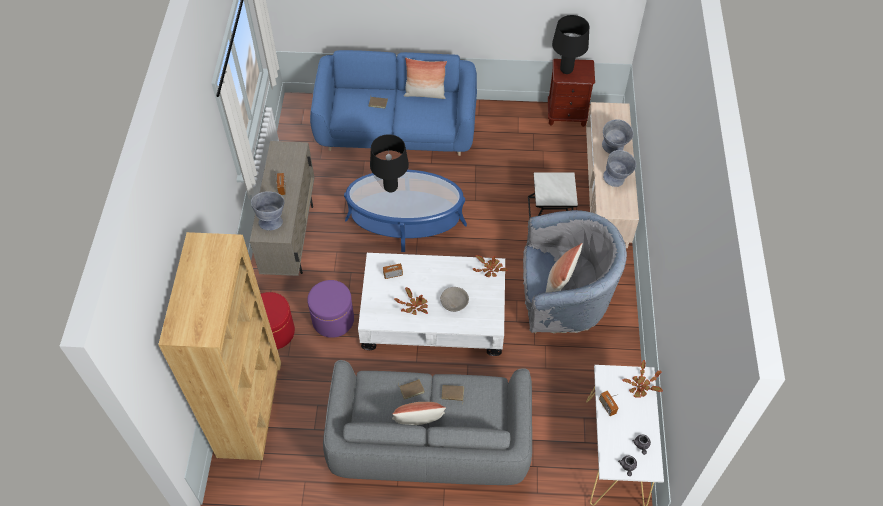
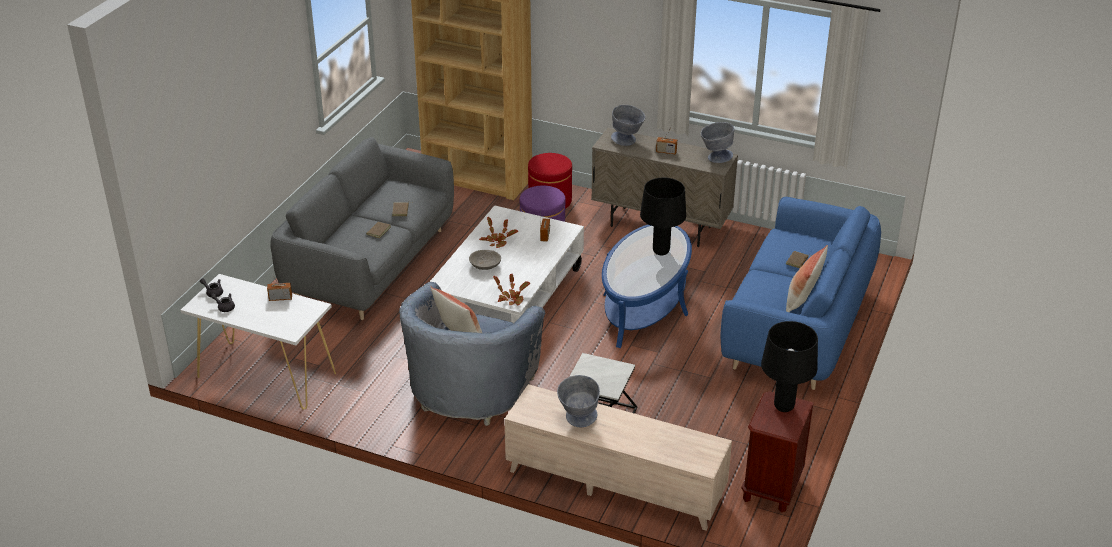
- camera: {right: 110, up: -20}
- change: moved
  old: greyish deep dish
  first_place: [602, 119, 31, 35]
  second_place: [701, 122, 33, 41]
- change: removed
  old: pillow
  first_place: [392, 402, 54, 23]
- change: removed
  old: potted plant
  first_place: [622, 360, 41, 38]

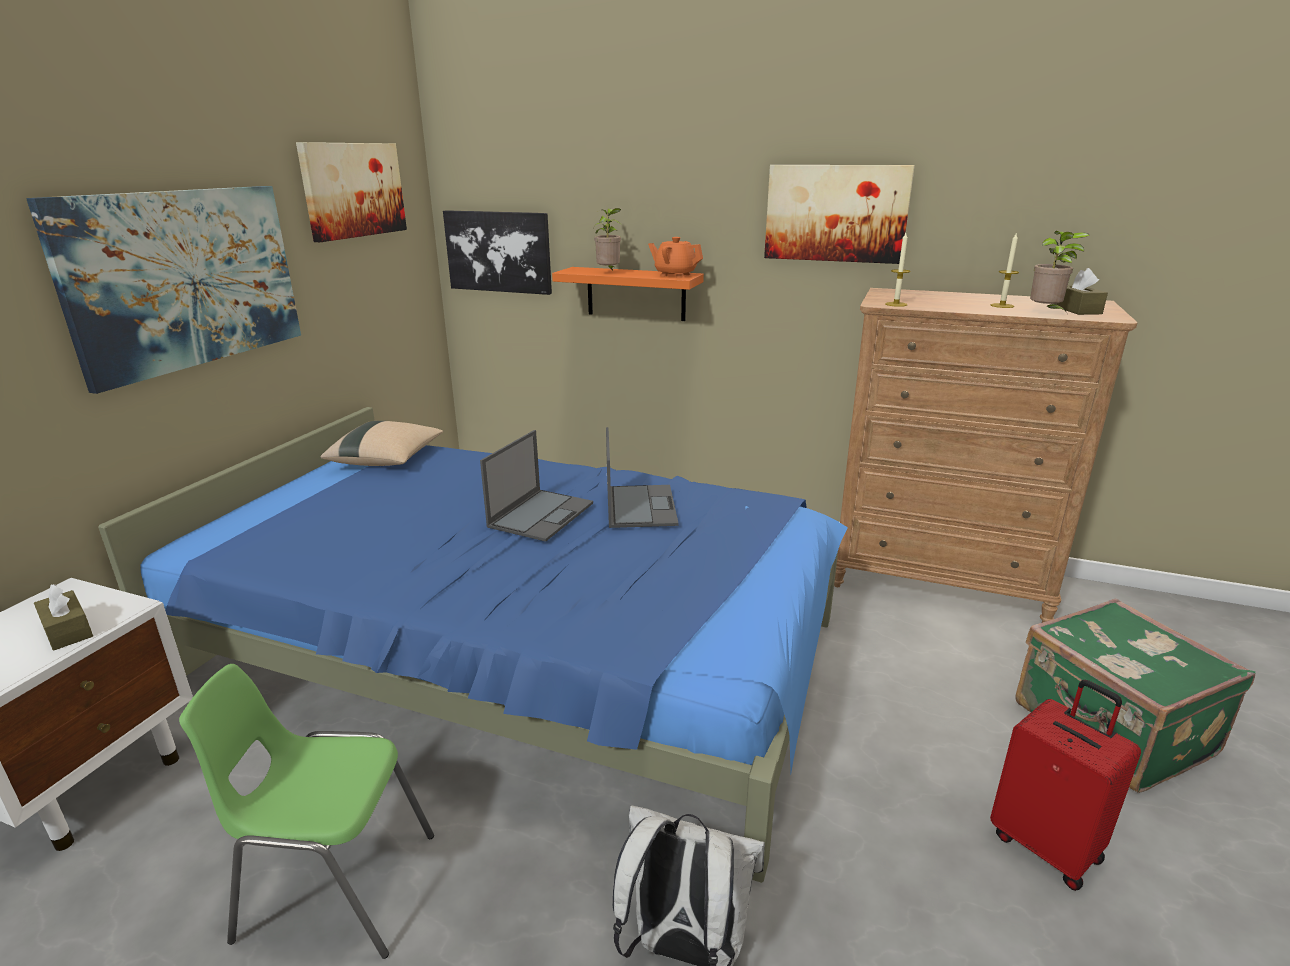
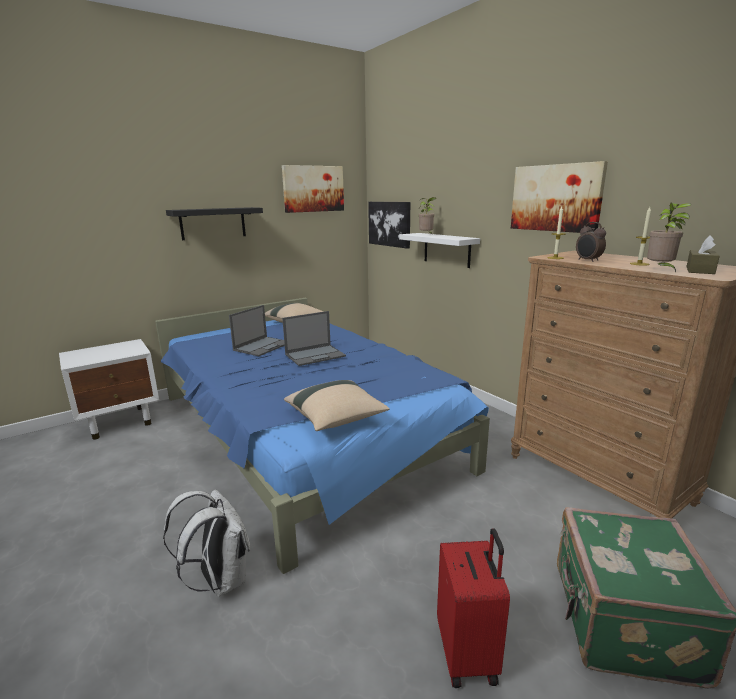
- camera: {right: 35, up: -5}
- change: replaced
  old: wall picture
  new: black wall shelf
  first_place: [26, 186, 275, 208]
  second_place: [166, 207, 97, 33]
- change: moved
  old: laptop
  first_place: [606, 427, 73, 101]
  second_place: [229, 305, 56, 51]
- change: added
  new: beige-coloured pillow
  second_place: [284, 380, 106, 51]
- change: recoloured
  old: orangey wall shelf
  new: white wall shelf
  first_place: [552, 267, 152, 54]
  second_place: [399, 233, 81, 35]
- change: added
  new: table clock
  second_place: [576, 222, 30, 40]
- change: removed
  old: brownish tissue box
  first_place: [34, 584, 59, 66]
- change: removed
  old: green chair
  first_place: [179, 664, 255, 295]
- change: removed
  old: orangey teapot
  first_place: [648, 237, 55, 41]

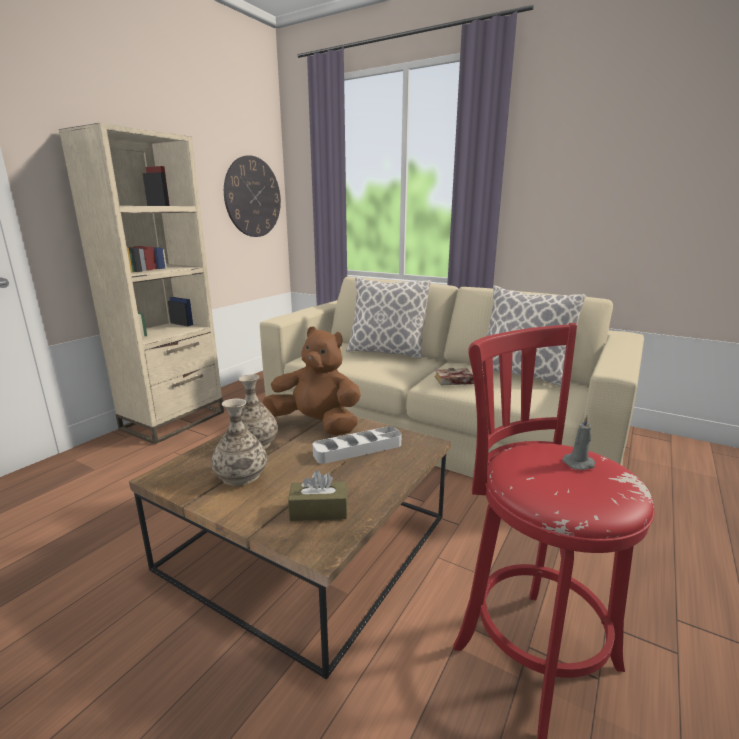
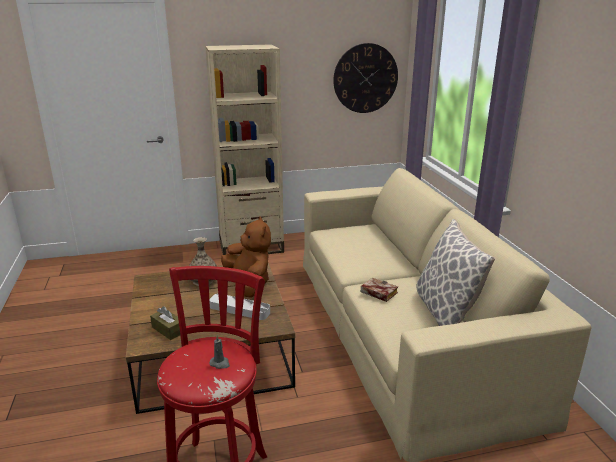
- camera: {right: 45, up: 5}
- change: removed
  old: vase
  first_place: [212, 398, 55, 88]
- change: removed
  old: pillow
  first_place: [346, 277, 85, 82]

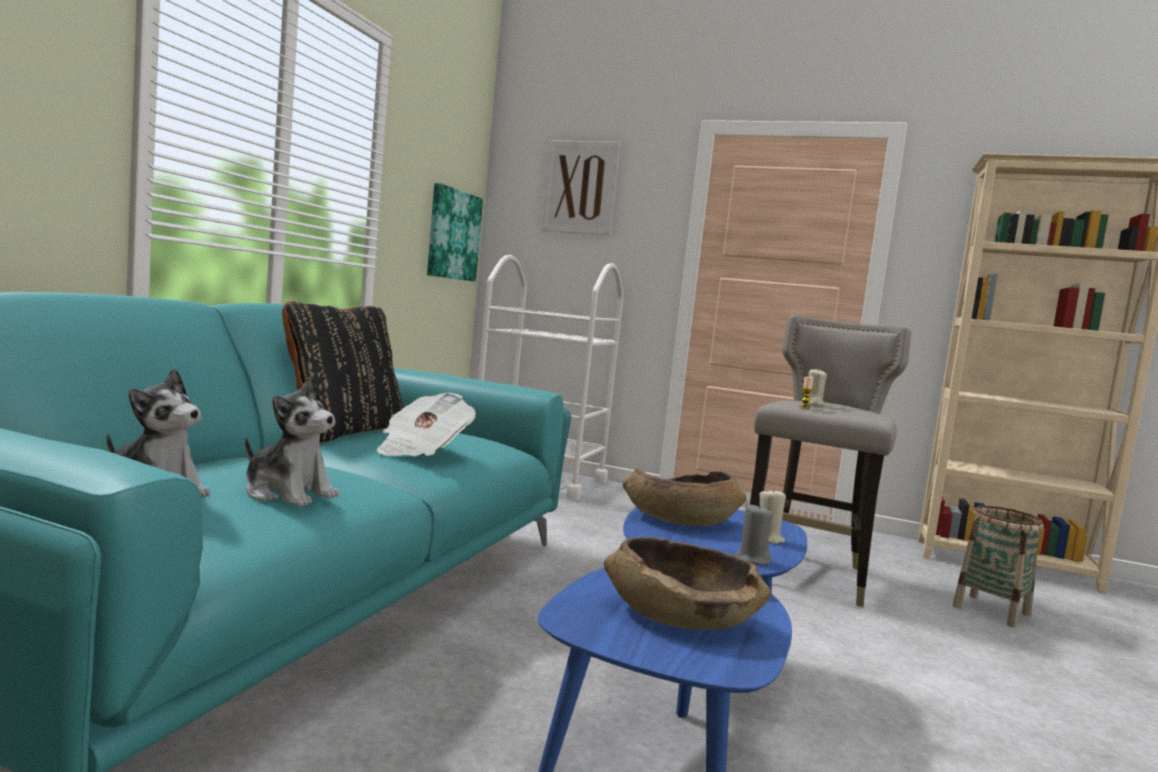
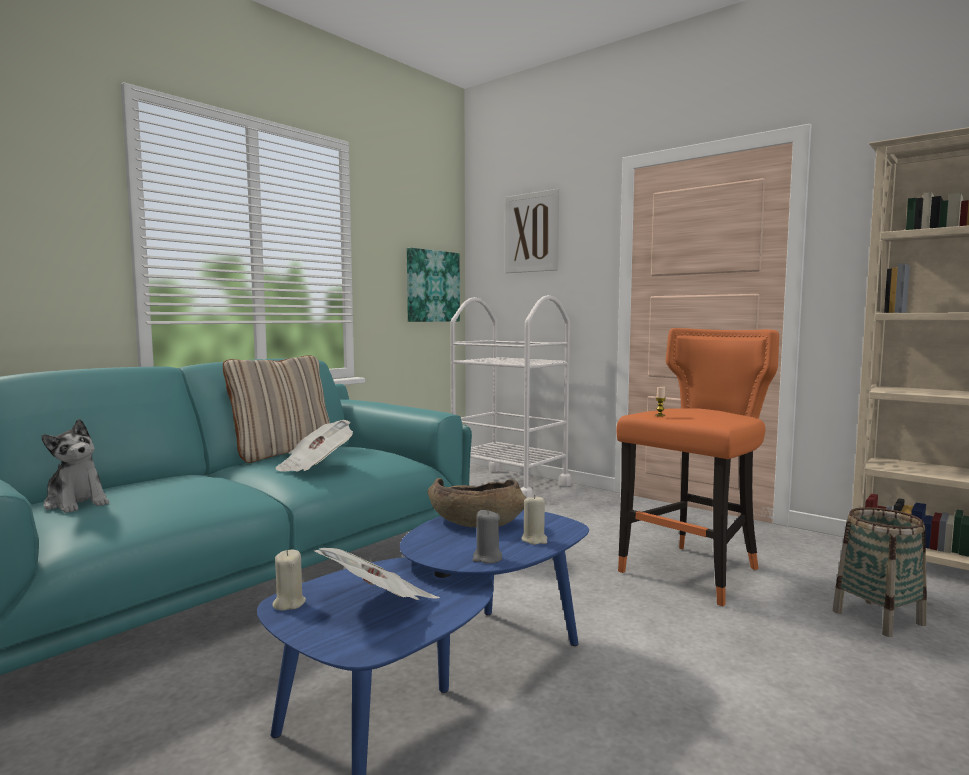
- camera: {right: 20, up: 0}
- change: recoloured
  old: black pillow
  new: beige-coloured pillow
  first_place: [282, 301, 121, 142]
  second_place: [223, 355, 107, 108]
- change: moved
  old: beige-coloured candle
  first_place: [801, 368, 26, 38]
  second_place: [272, 550, 34, 61]
- change: replaced
  old: brownish deep dish
  new: printed paper
  first_place: [604, 537, 167, 93]
  second_place: [313, 548, 127, 52]
- change: recoloured
  old: greyish stool
  new: orangey stool
  first_place: [750, 315, 161, 292]
  second_place: [616, 328, 163, 278]
- change: removed
  old: soft toy
  first_place: [245, 377, 94, 130]

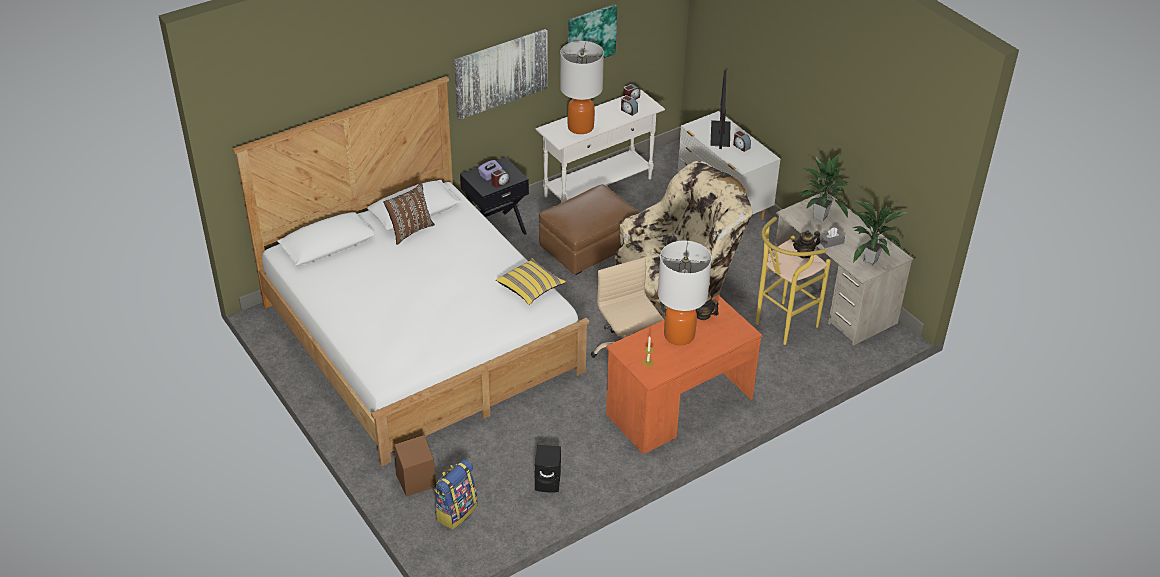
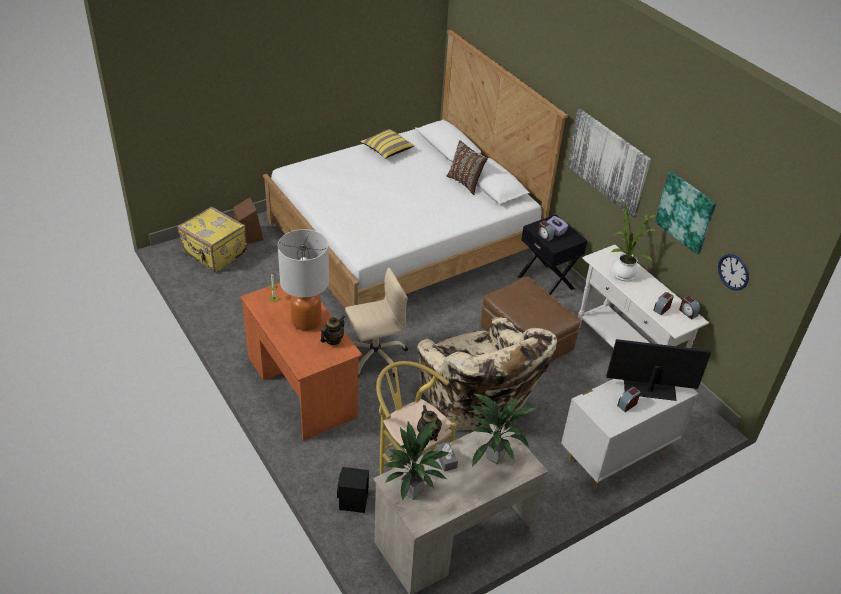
- camera: {right: 90, up: 0}
- change: replaced
  old: knapsack
  new: yellow piece of luggage
  first_place: [434, 459, 44, 71]
  second_place: [177, 206, 71, 66]
- change: moved
  old: black audio speaker
  first_place: [534, 445, 27, 47]
  second_place: [337, 467, 32, 46]
- change: moved
  old: yellow pillow
  first_place: [496, 258, 70, 47]
  second_place: [360, 129, 55, 30]
- change: replaced
  old: table lamp
  new: potted plant
  first_place: [560, 41, 44, 93]
  second_place: [611, 197, 46, 84]
- change: added
  new: clock on the wall
  second_place: [718, 254, 31, 37]

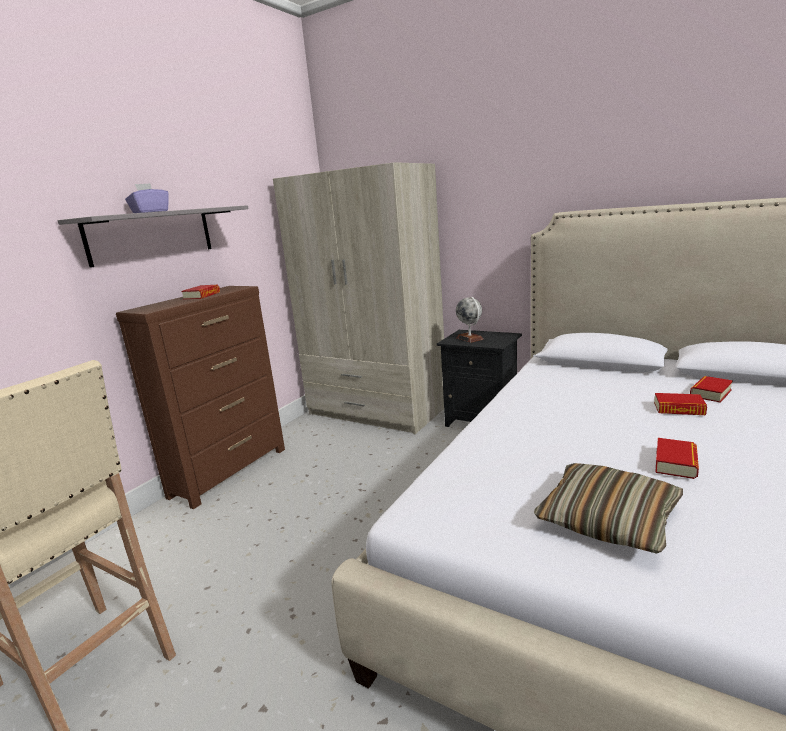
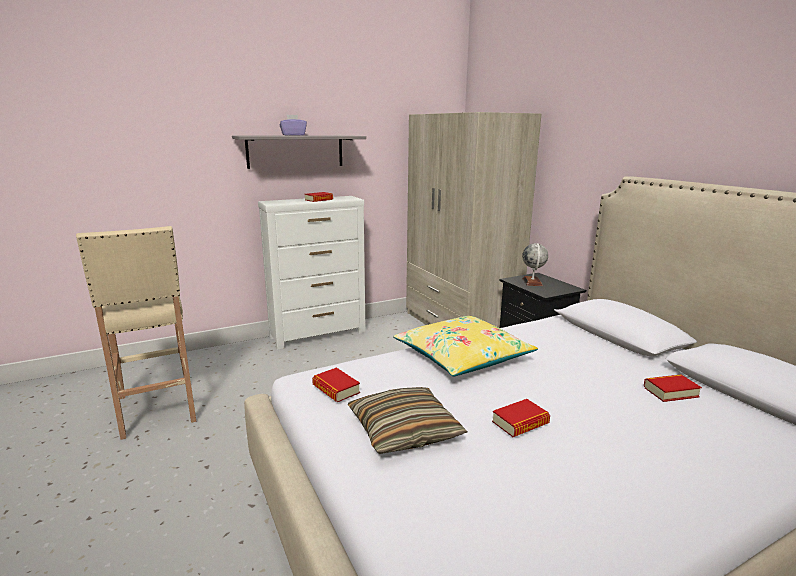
- camera: {right: 30, up: 0}
- change: recoloured
  old: brownish chest of drawers
  new: white chest of drawers
  first_place: [116, 286, 169, 223]
  second_place: [258, 196, 108, 154]
- change: moved
  old: volume
  first_place: [654, 393, 53, 22]
  second_place: [312, 367, 48, 35]
- change: added
  new: yellow pillow
  second_place: [393, 316, 145, 60]

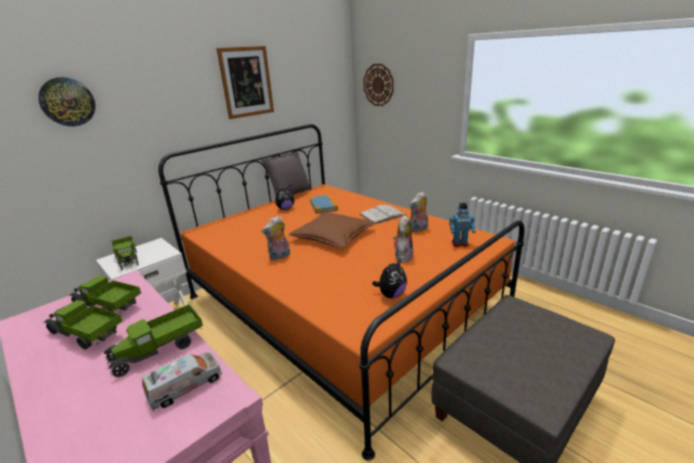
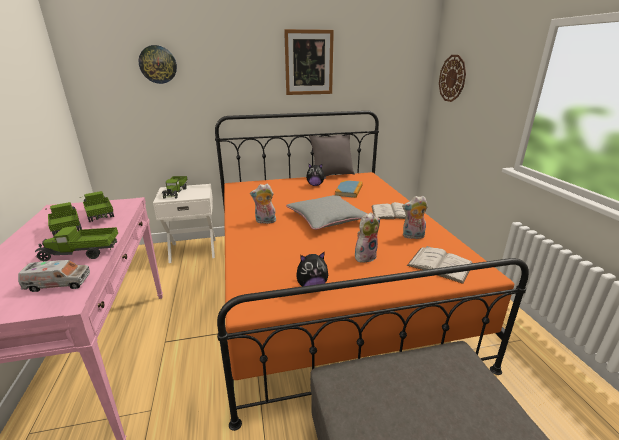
- camera: {right: 30, up: 0}
- change: recoloured
  old: brownish pillow
  new: greyish pillow
  first_place: [289, 212, 87, 36]
  second_place: [286, 195, 81, 35]
- change: replaced
  old: model robot
  new: white volume
  first_place: [449, 203, 27, 44]
  second_place: [407, 246, 65, 38]

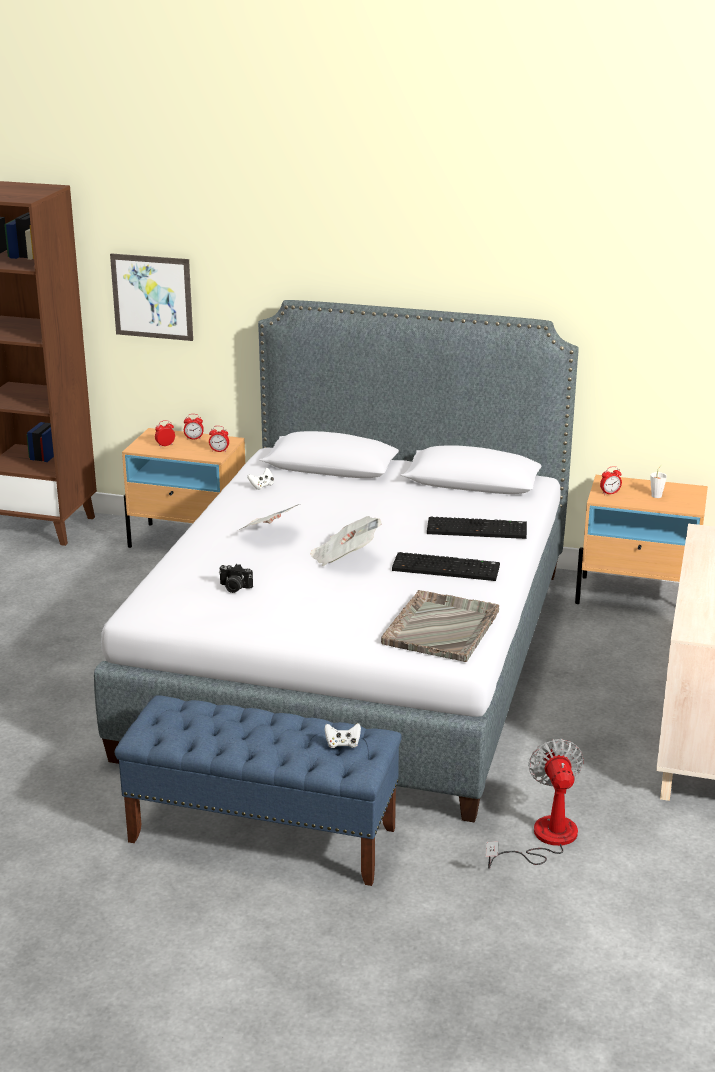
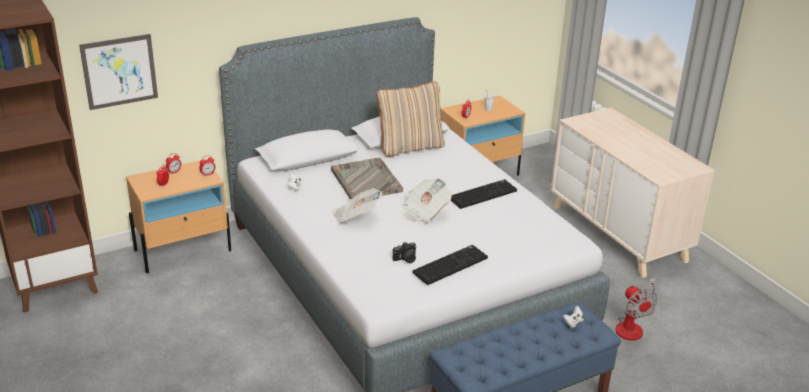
- camera: {right: -45, up: 5}
- change: moved
  old: greyish carrying tray
  first_place: [381, 590, 118, 72]
  second_place: [331, 157, 72, 42]
- change: added
  new: beige-coloured pillow
  second_place: [377, 81, 68, 76]
- change: moved
  old: computer keyboard
  first_place: [427, 517, 100, 22]
  second_place: [412, 245, 76, 40]
- change: turned
  old: electric fan
  first_place: [486, 739, 98, 130]
  second_place: [615, 278, 42, 63]
  degrees: -150

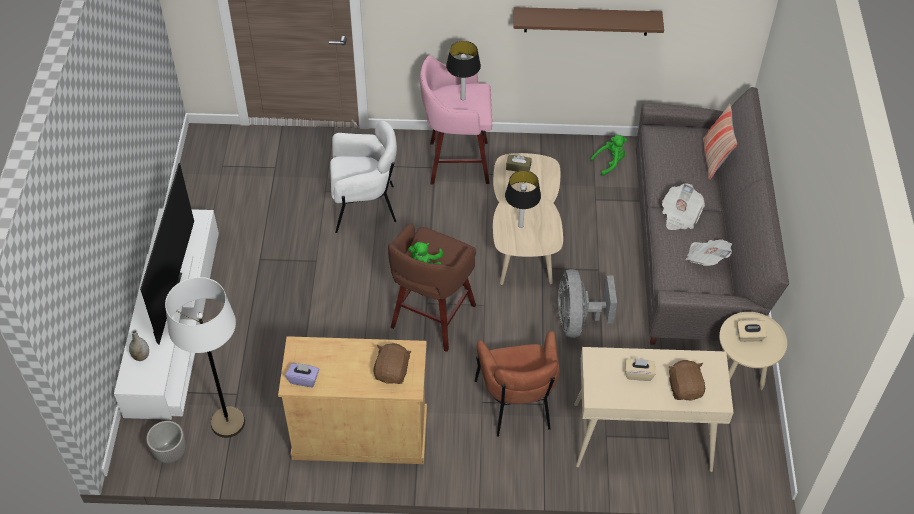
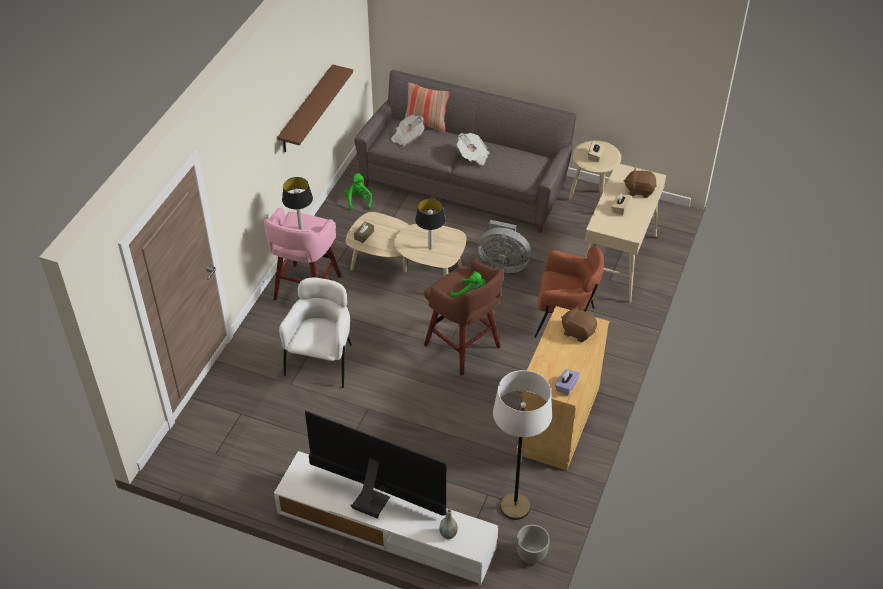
- camera: {right: -70, up: -5}
- change: moved
  old: printed paper
  first_place: [686, 239, 46, 27]
  second_place: [391, 115, 33, 31]

